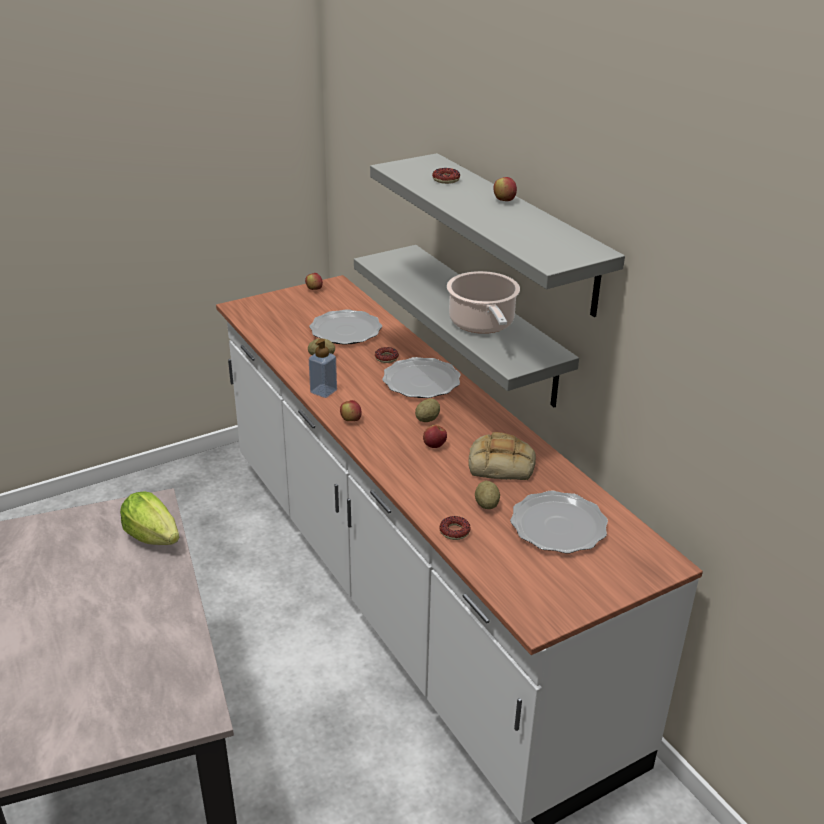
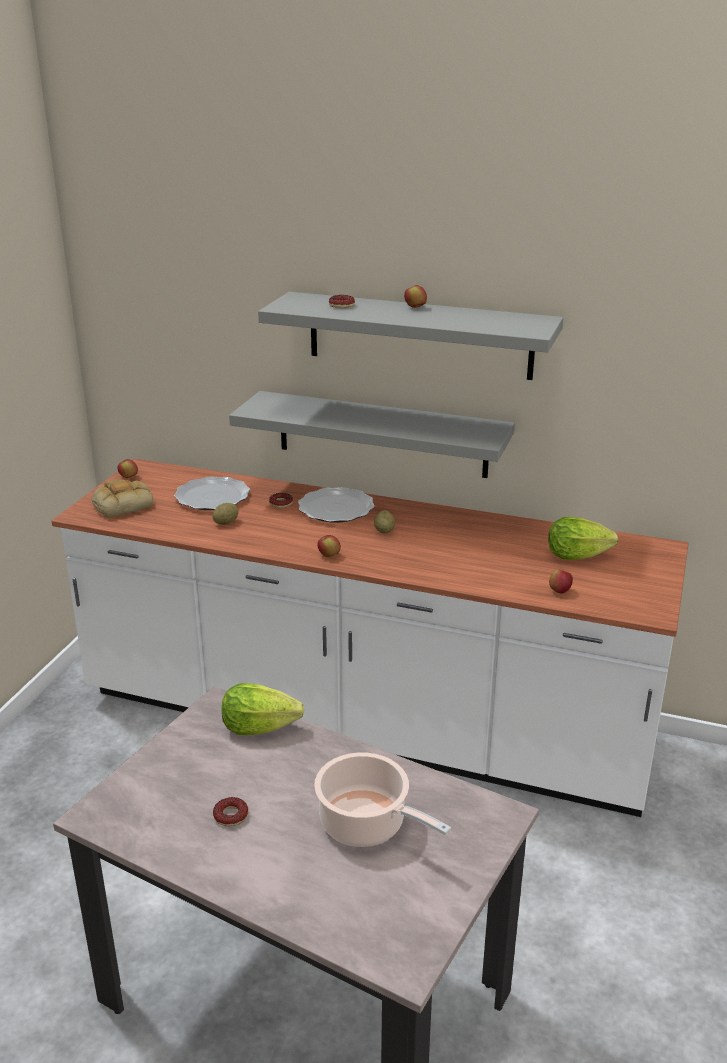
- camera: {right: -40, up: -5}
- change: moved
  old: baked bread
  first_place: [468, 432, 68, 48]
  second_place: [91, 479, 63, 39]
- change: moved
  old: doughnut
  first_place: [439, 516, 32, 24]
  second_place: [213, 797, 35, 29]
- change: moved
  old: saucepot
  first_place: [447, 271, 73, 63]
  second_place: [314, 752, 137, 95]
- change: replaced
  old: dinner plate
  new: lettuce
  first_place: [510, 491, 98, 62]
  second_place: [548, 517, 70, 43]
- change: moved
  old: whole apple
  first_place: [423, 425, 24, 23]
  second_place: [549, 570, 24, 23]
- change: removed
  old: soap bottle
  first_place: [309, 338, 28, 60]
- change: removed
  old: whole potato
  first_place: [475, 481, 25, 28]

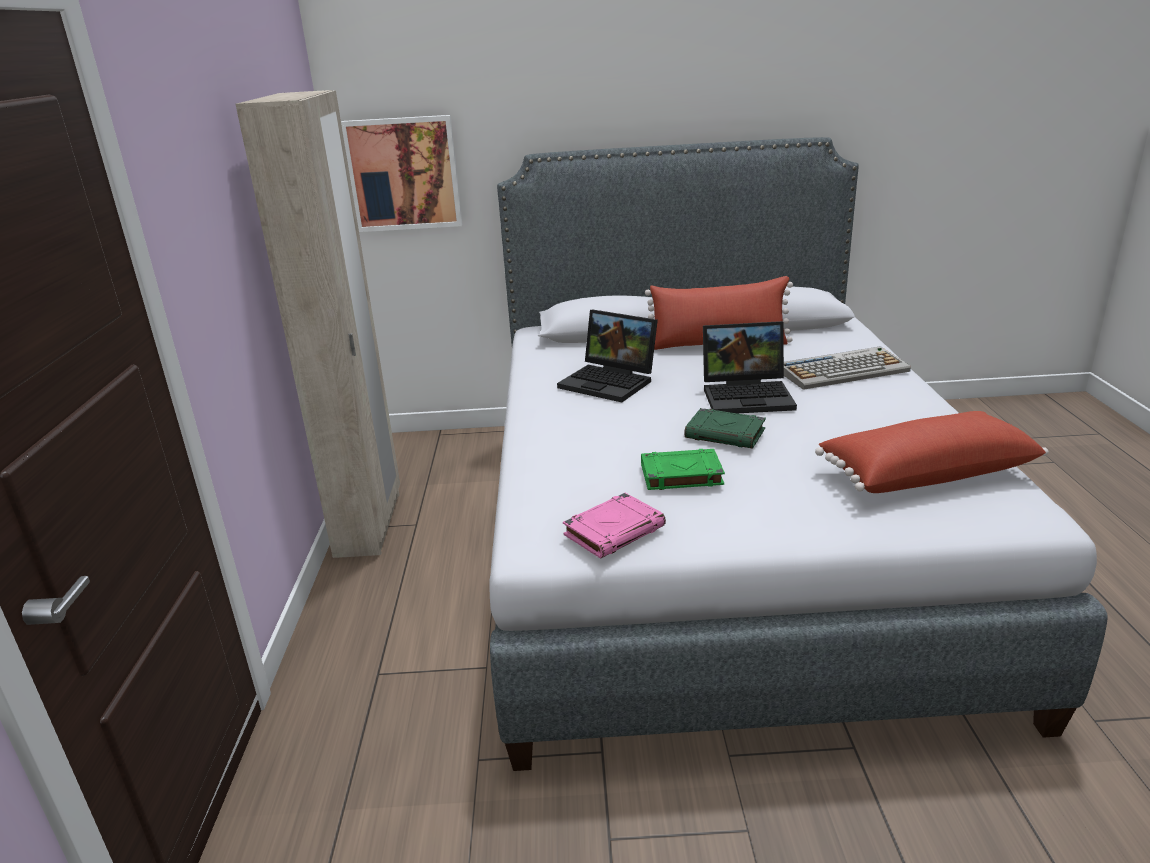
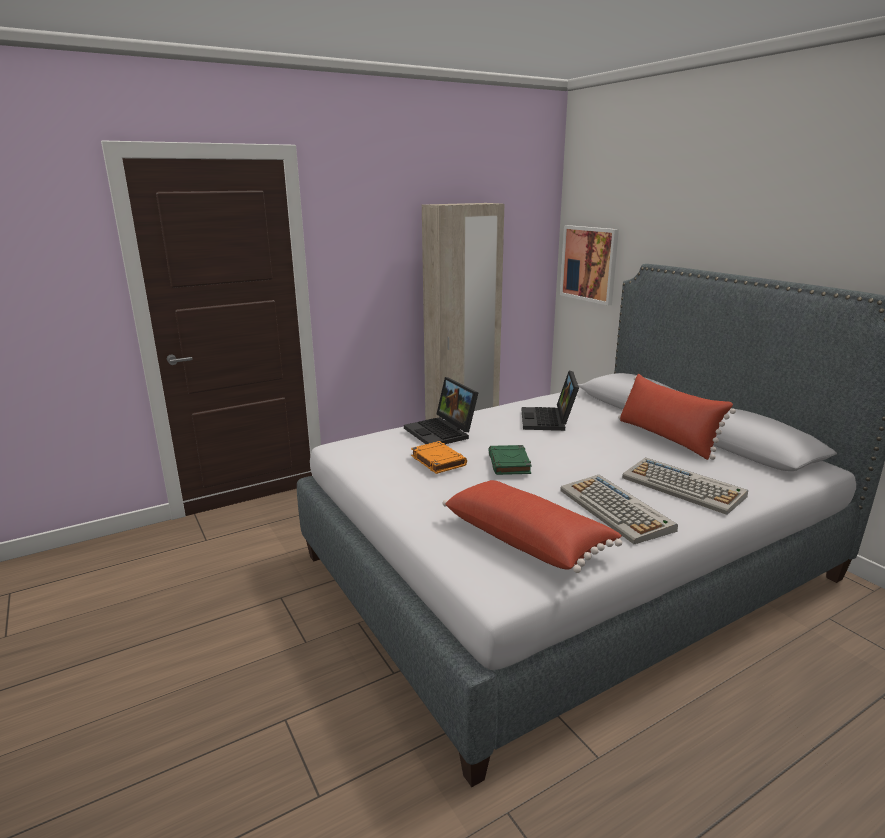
- camera: {right: 60, up: -5}
- change: moved
  old: laptop
  first_place: [703, 321, 94, 92]
  second_place: [404, 377, 75, 67]
- change: recoloured
  old: green volume
  new: orangey volume
  first_place: [641, 449, 84, 41]
  second_place: [411, 441, 56, 33]
- change: added
  new: computer keyboard
  second_place: [560, 475, 118, 69]
- change: removed
  old: pink-coloured volume
  first_place: [563, 493, 103, 66]

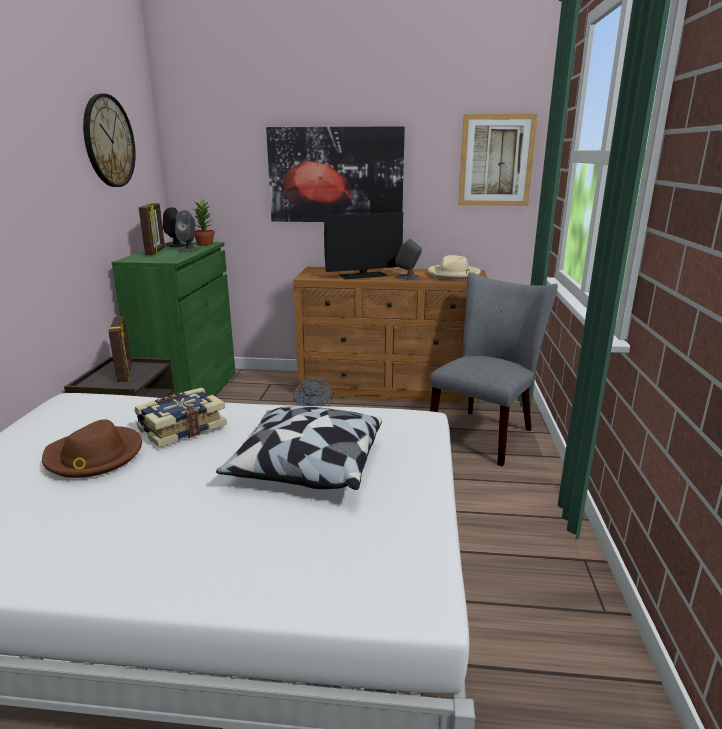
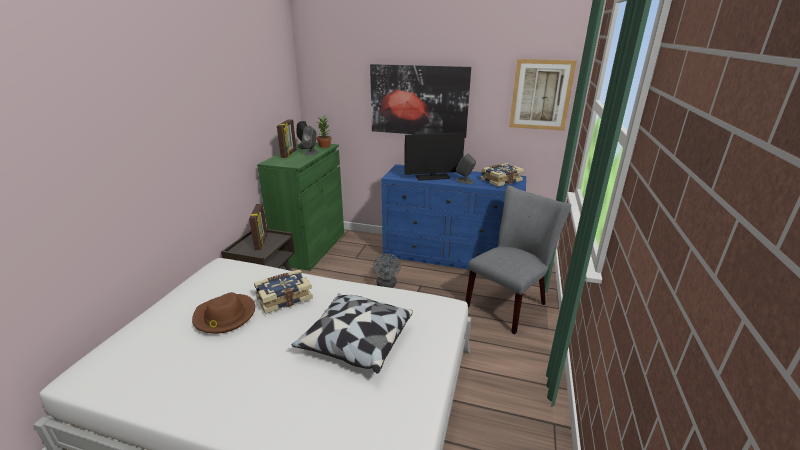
- camera: {right: 10, up: 5}
- change: recoloured
  old: brownish chest of drawers
  new: blue chest of drawers
  first_place: [293, 267, 195, 136]
  second_place: [382, 164, 144, 106]
- change: replaced
  old: beige-coloured clothing hat
  new: volume
  first_place: [428, 255, 53, 25]
  second_place: [481, 163, 43, 24]
- change: removed
  old: clock on the wall
  first_place: [83, 94, 53, 93]

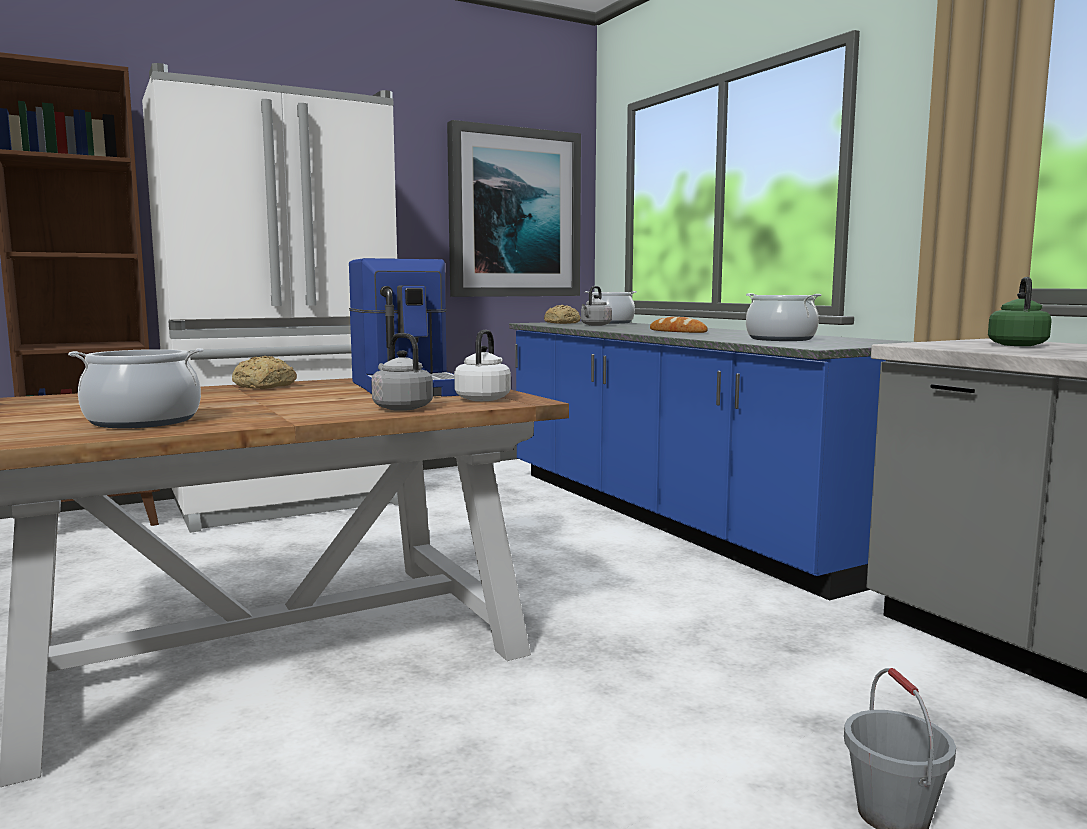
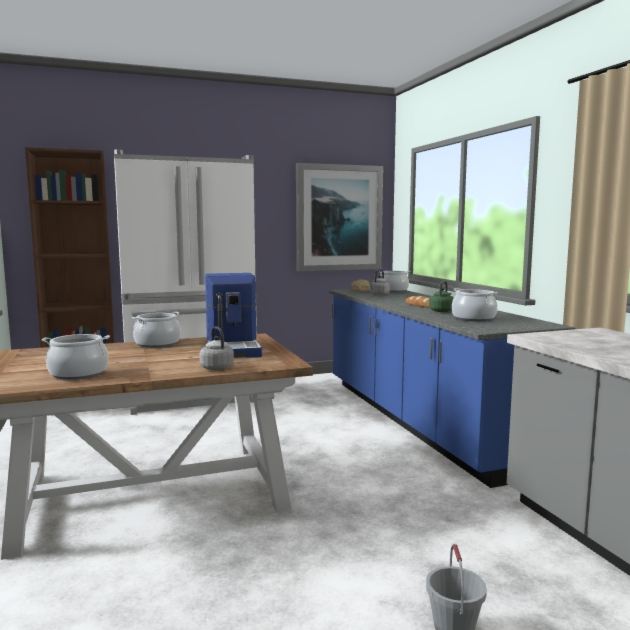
- camera: {right: 10, up: 0}
- change: replaced
  old: baked bread
  new: saucepot
  first_place: [232, 356, 65, 33]
  second_place: [132, 312, 49, 36]
- change: moved
  old: green tea kettle
  first_place: [988, 277, 64, 69]
  second_place: [429, 281, 25, 31]
- change: removed
  old: white tea kettle
  first_place: [454, 330, 57, 71]

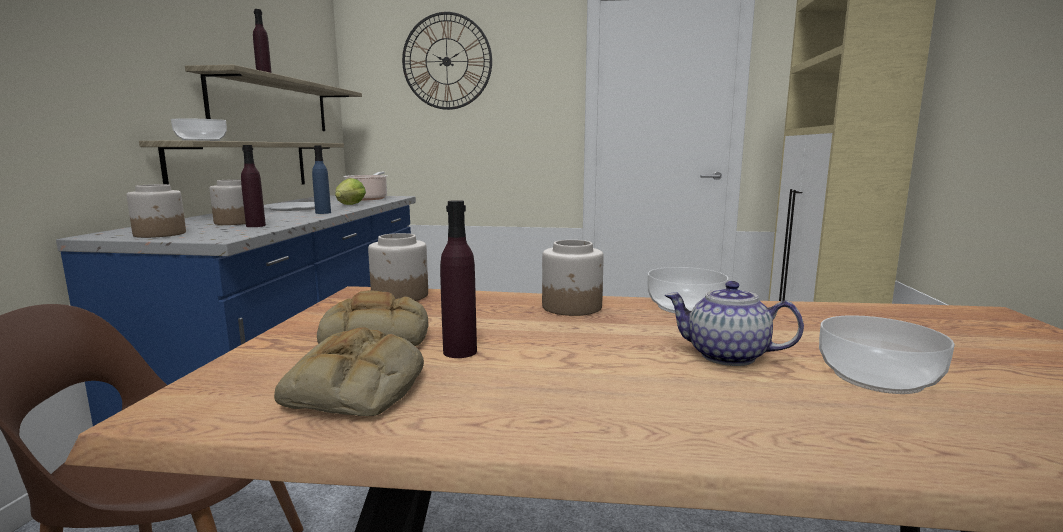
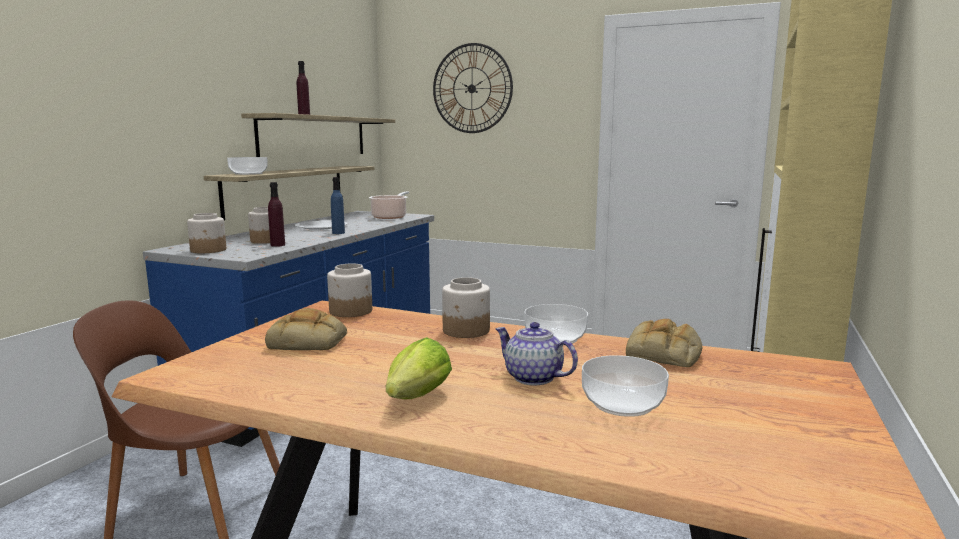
- camera: {right: 15, up: 0}
- change: moved
  old: lettuce
  first_place: [335, 178, 31, 27]
  second_place: [386, 337, 66, 62]
- change: moved
  old: baked bread
  first_place: [274, 327, 150, 89]
  second_place: [626, 319, 76, 48]
- change: removed
  old: purplish drink bottle
  first_place: [440, 200, 37, 158]

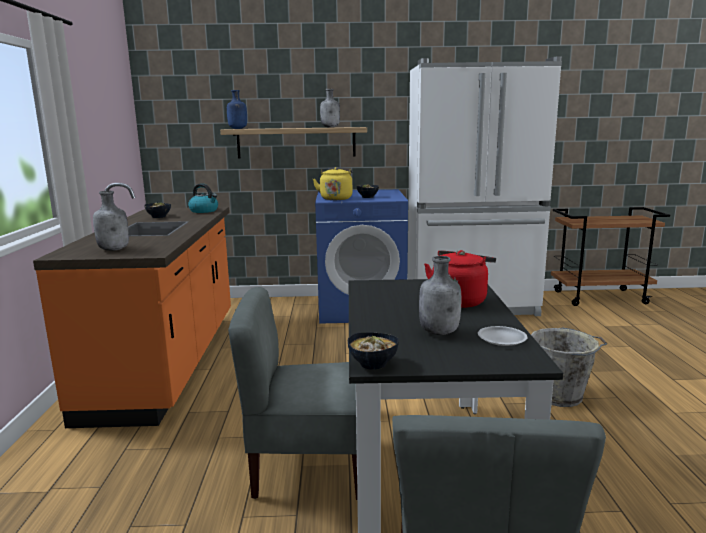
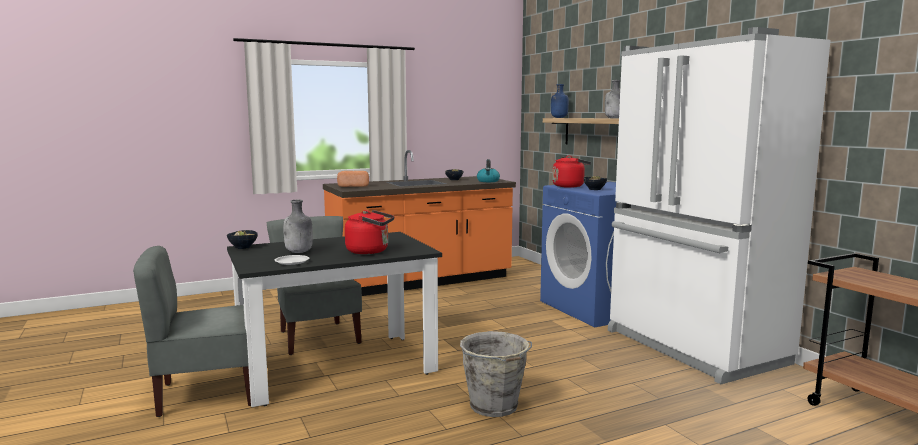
- camera: {right: 65, up: -5}
- change: replaced
  old: greyish drink bottle
  new: baked bread
  first_place: [93, 191, 36, 60]
  second_place: [337, 171, 32, 16]
- change: recoloured
  old: yellow tea kettle
  new: red-coloured tea kettle
  first_place: [313, 167, 40, 33]
  second_place: [552, 156, 39, 32]

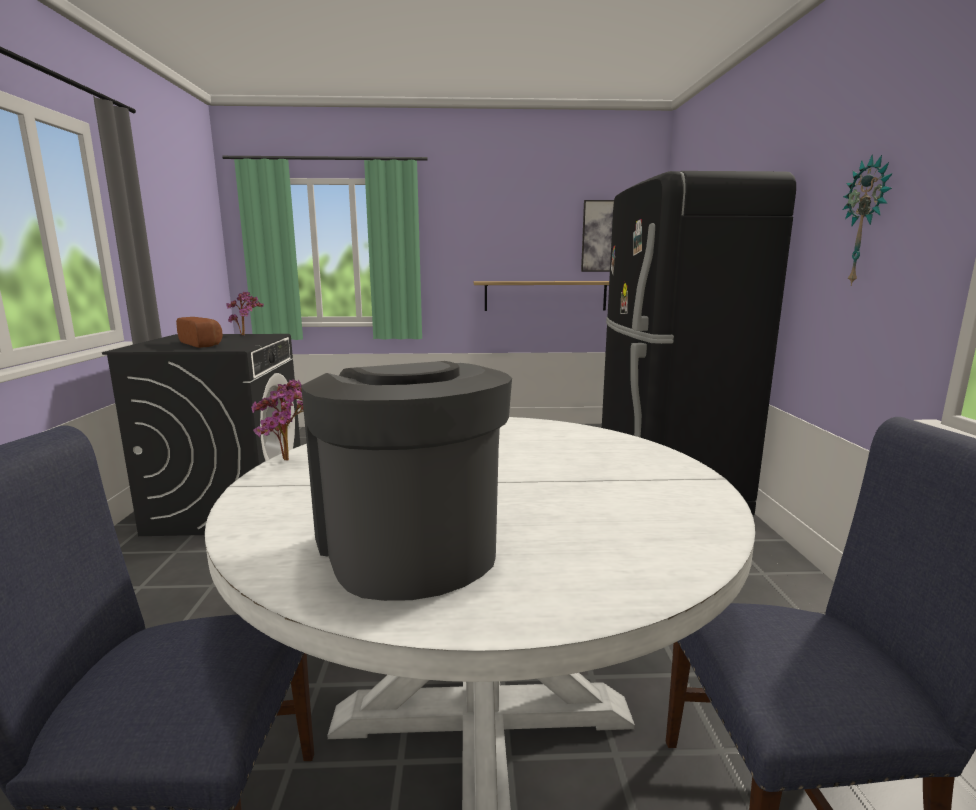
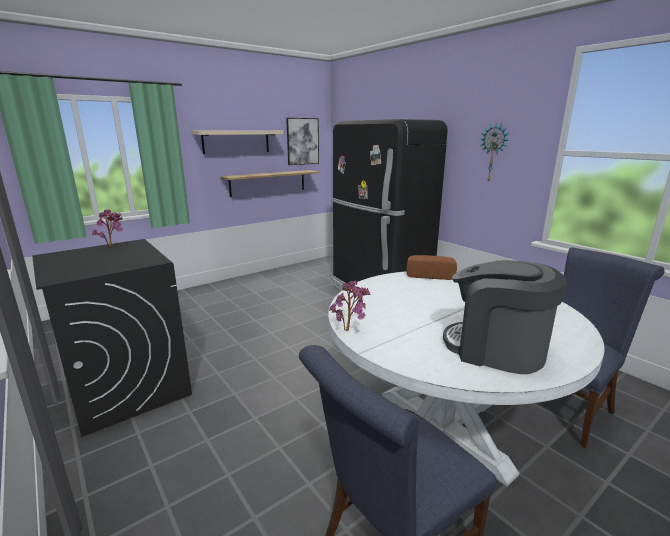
- camera: {right: -35, up: 5}
- change: added
  new: beige-coloured wall shelf
  second_place: [192, 131, 91, 23]
- change: moved
  old: baked bread
  first_place: [176, 317, 47, 31]
  second_place: [406, 255, 51, 25]

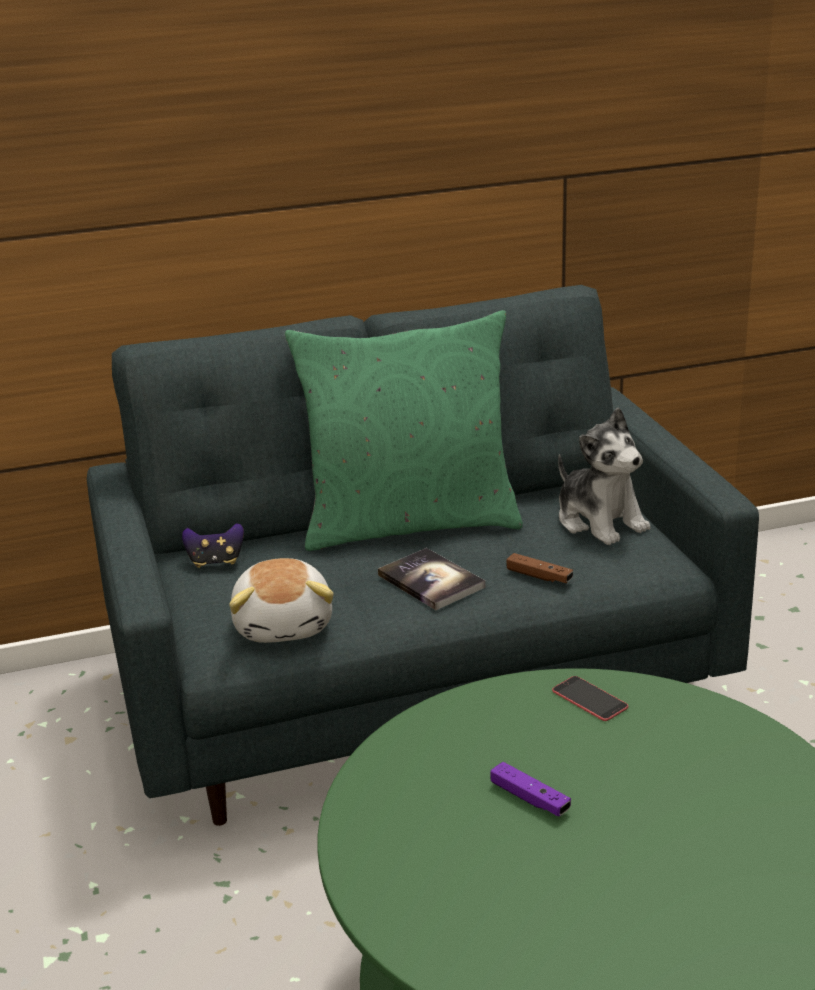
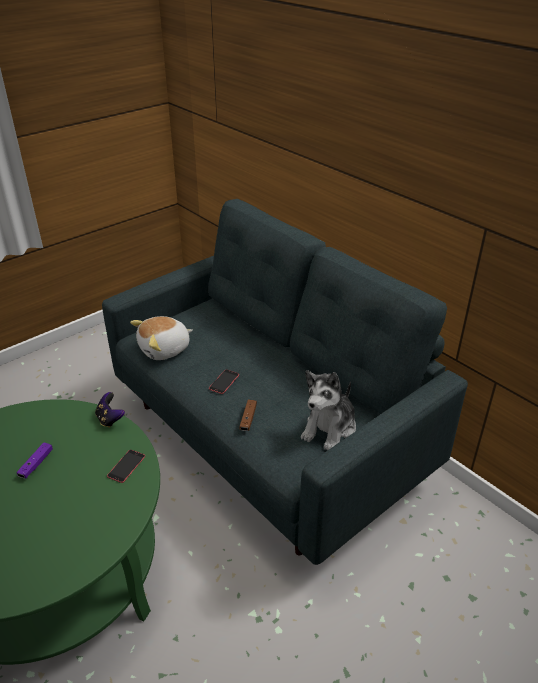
- camera: {right: 65, up: 10}
- change: moved
  old: gamepad
  first_place: [182, 523, 62, 45]
  second_place: [95, 392, 30, 36]
- change: replaced
  old: volume
  new: telephone
  first_place: [378, 548, 107, 62]
  second_place: [209, 369, 30, 25]
- change: removed
  old: green pillow
  first_place: [285, 310, 238, 241]

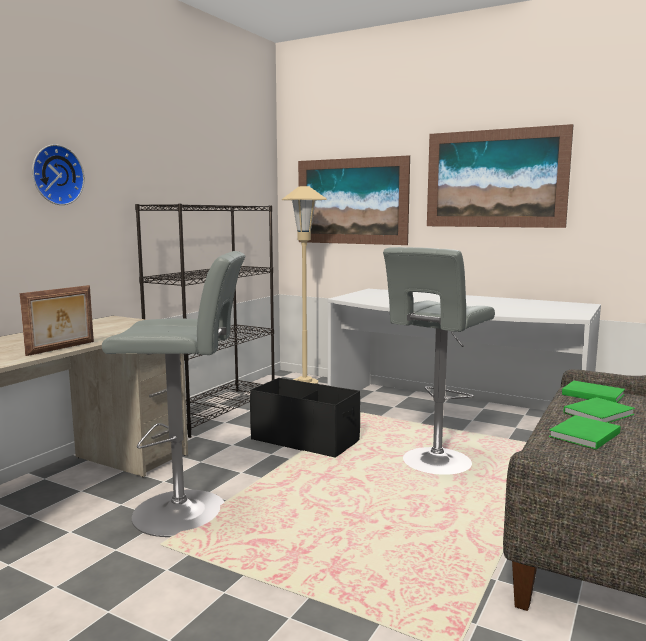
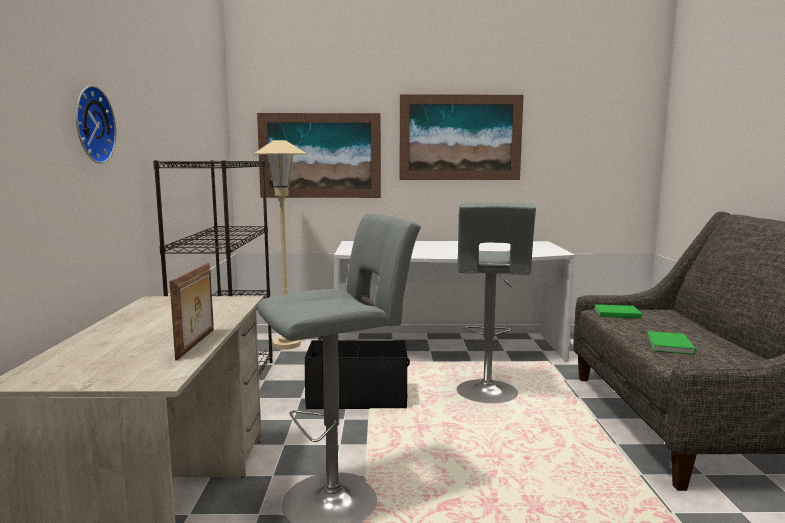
- camera: {right: -30, up: 0}
- change: removed
  old: green volume
  first_place: [564, 397, 71, 26]

